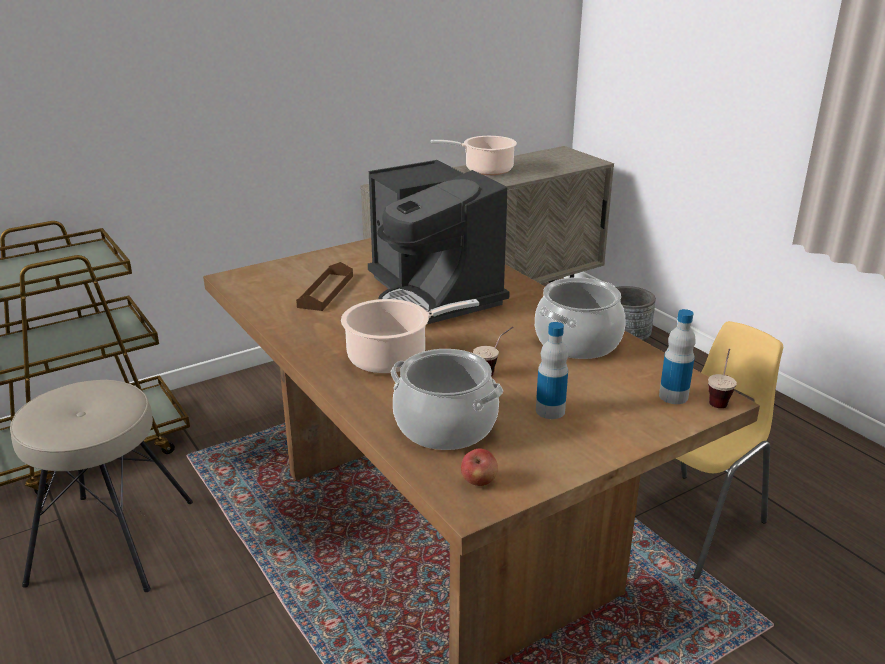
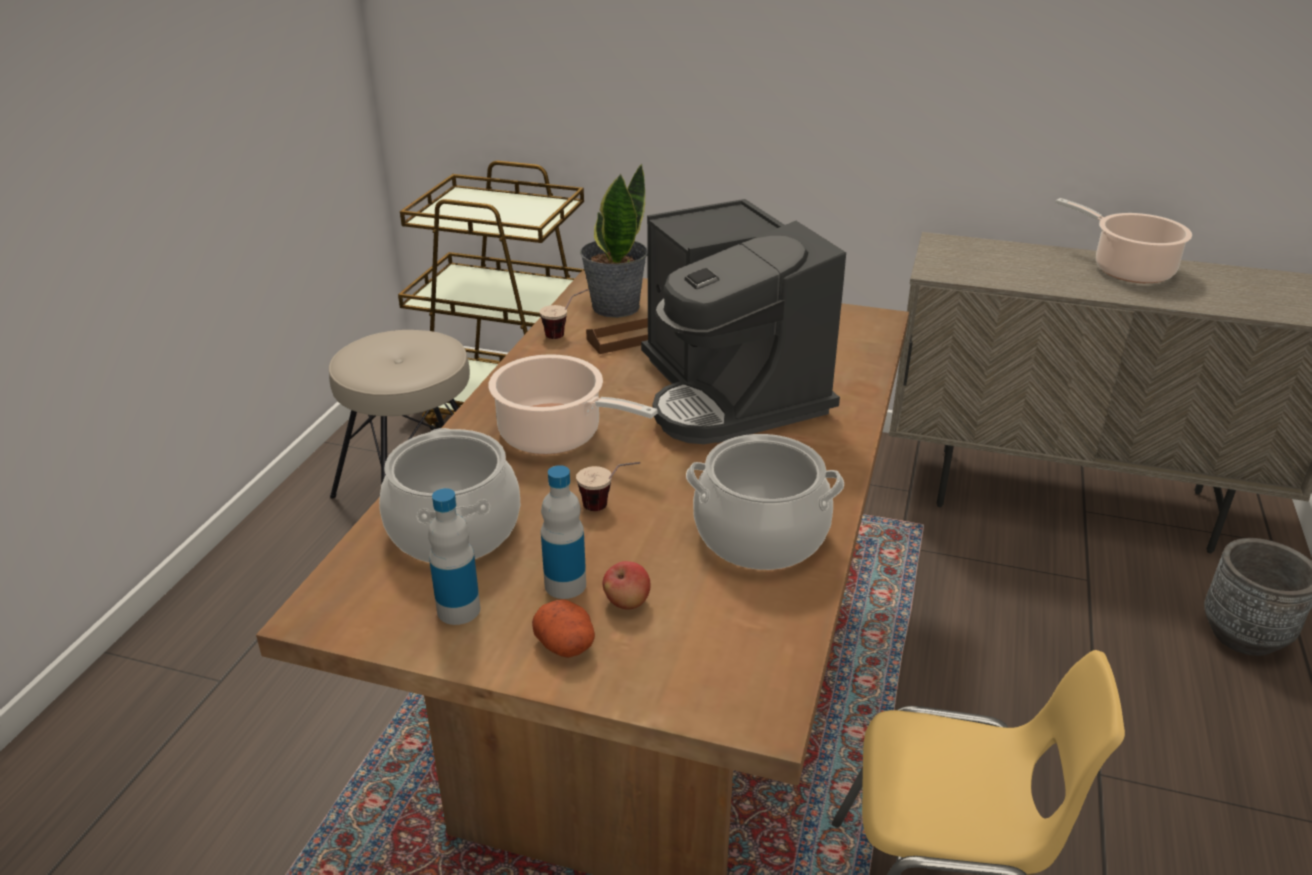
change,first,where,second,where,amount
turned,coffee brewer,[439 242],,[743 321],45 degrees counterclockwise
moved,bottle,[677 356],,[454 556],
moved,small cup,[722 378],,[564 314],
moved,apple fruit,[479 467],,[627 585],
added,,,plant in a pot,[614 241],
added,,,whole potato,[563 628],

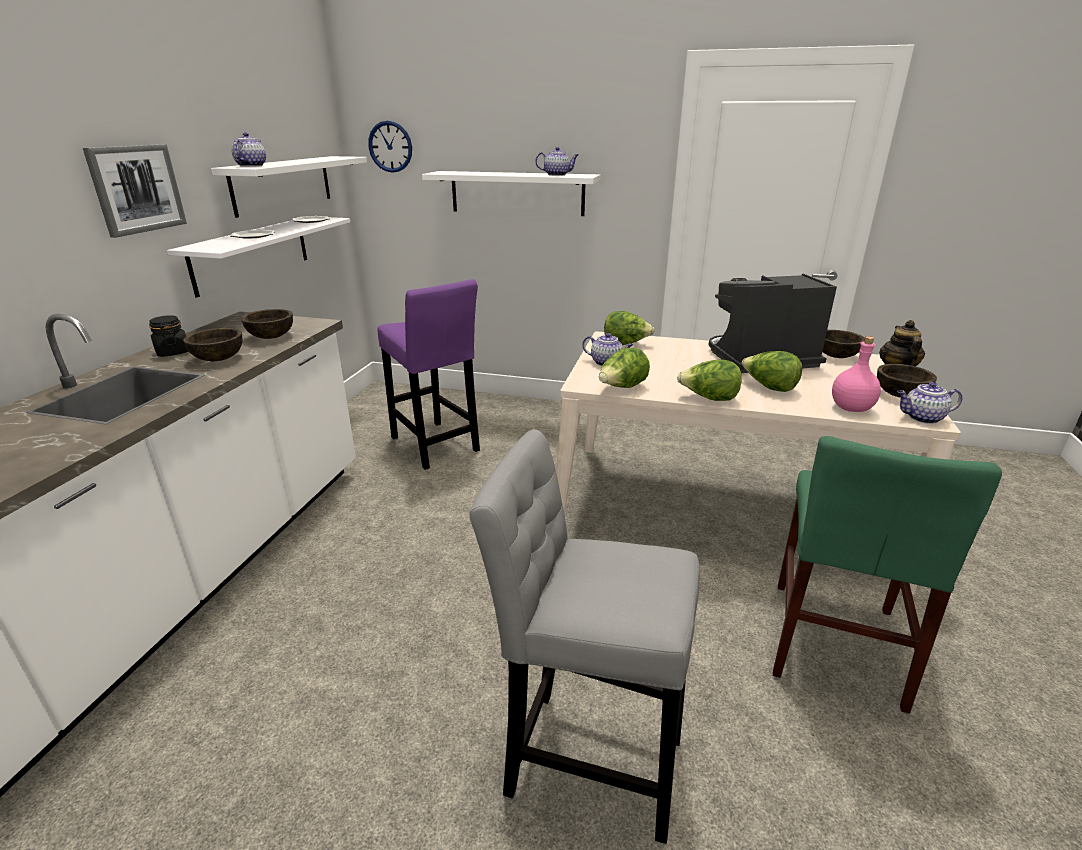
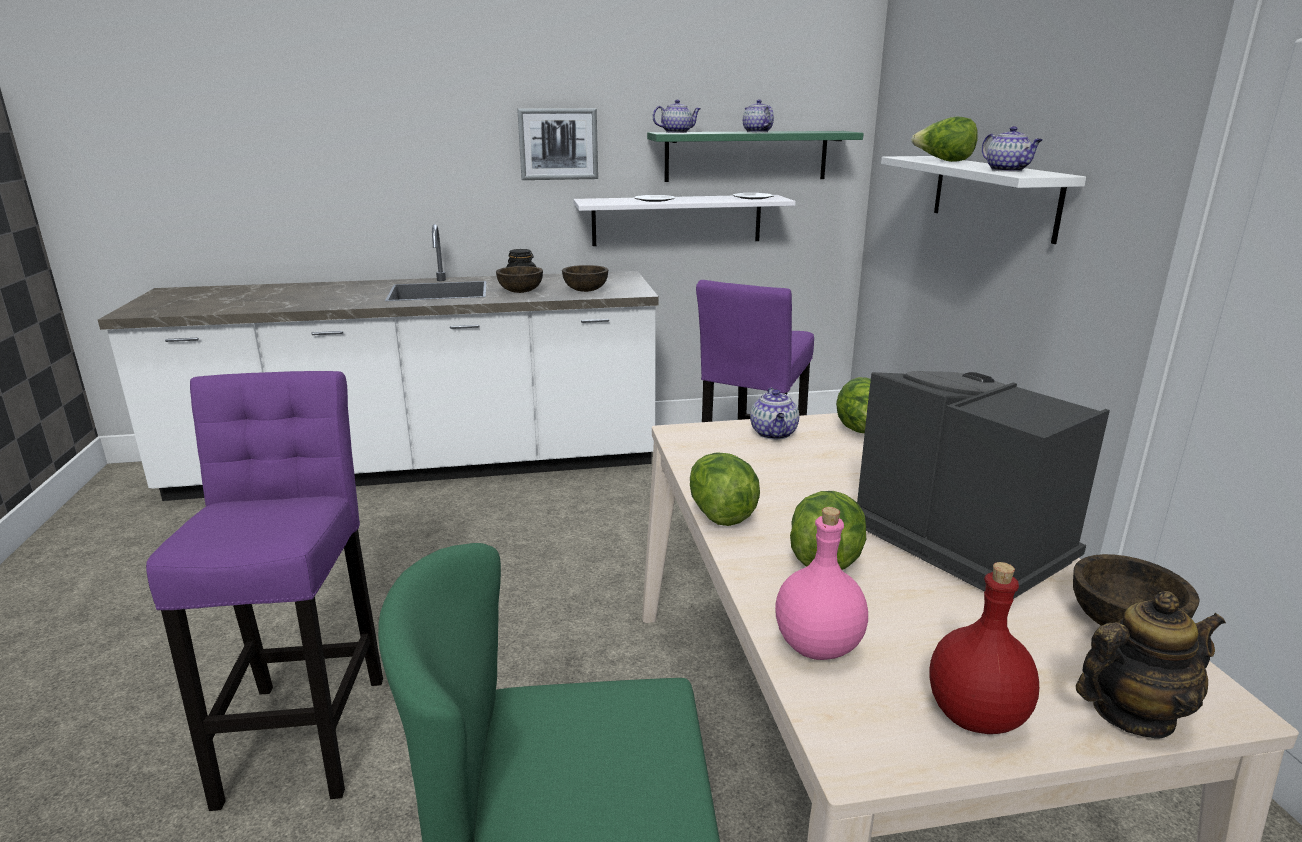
change,first,where,second,where,amount
removed,clock on the wall,[390 147],,,
recoloured,shelf in white-coloured,[289 187],shelf in greenish,[755 156],
moved,head of lettuce,[624 368],,[944 139],
replaced,deep dish in brown,[907 381],bottle in reddish,[984 648],
moved,teapot,[930 403],,[758 116],
recoloured,stool in grey,[584 636],stool in purple-coloured,[264 591],

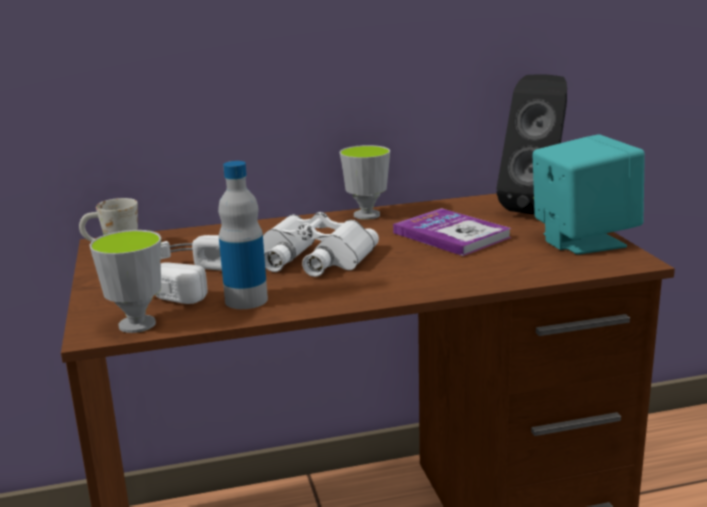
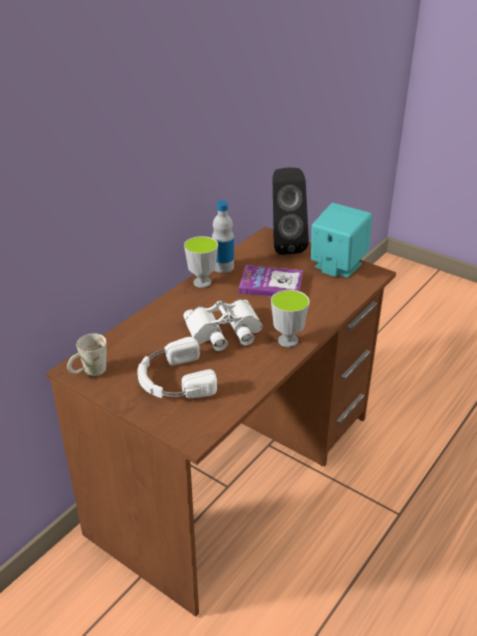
change,first,where,second,where,amount
moved,bottle,[243 235],,[223 237],
moved,small cup,[125 281],,[290 318],

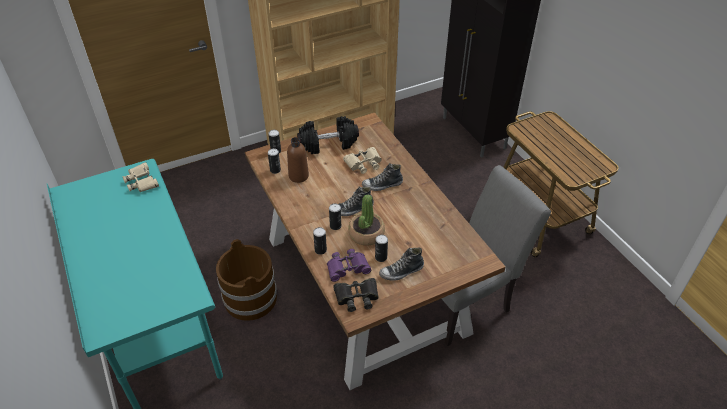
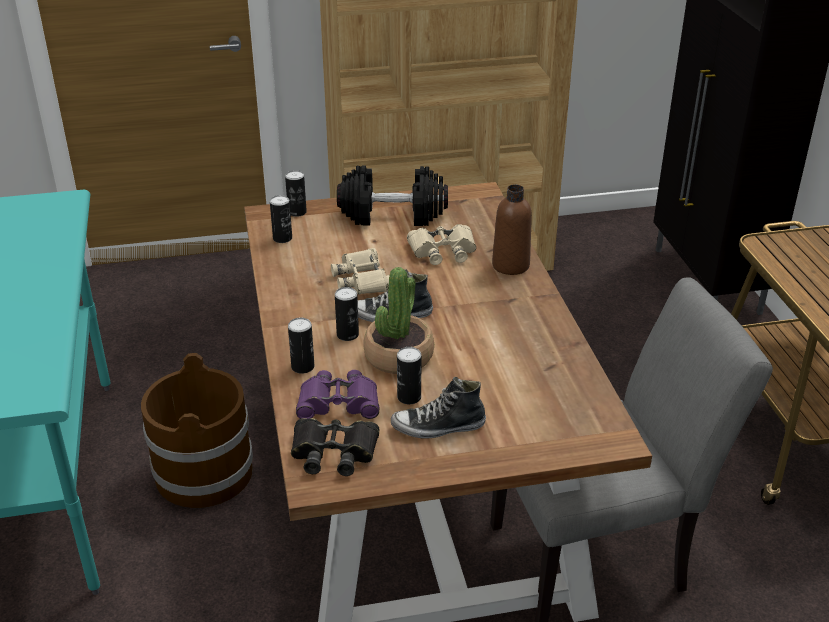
change,first,where,second,where,amount
moved,bottle in brown,[298 160],,[512 229],
moved,field glasses in sand-coloured,[140 177],,[360 271],
removed,shoe,[382 177],,,

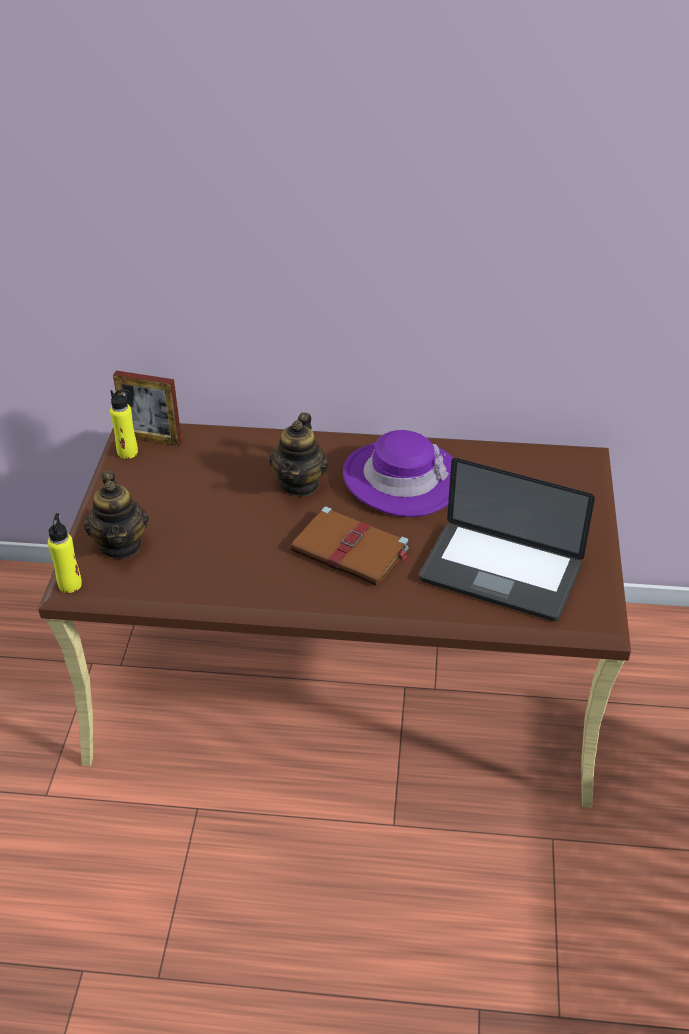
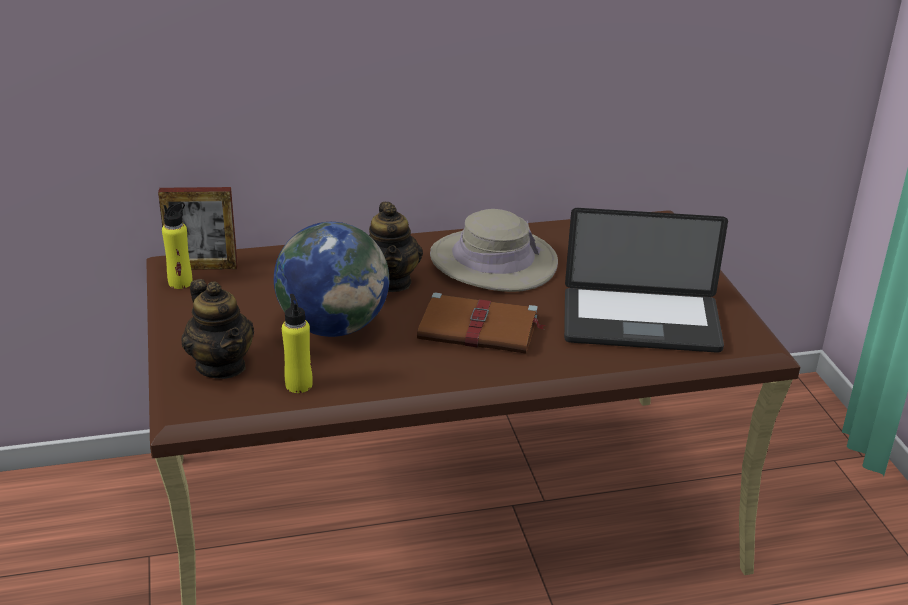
change,first,where,second,where,amount
recoloured,wearable hat in purple-coloured,[398 473],wearable hat in sand-coloured,[494 250],
moved,bottle in yellow,[65 553],,[297 343],
added,,,globe,[331 279],

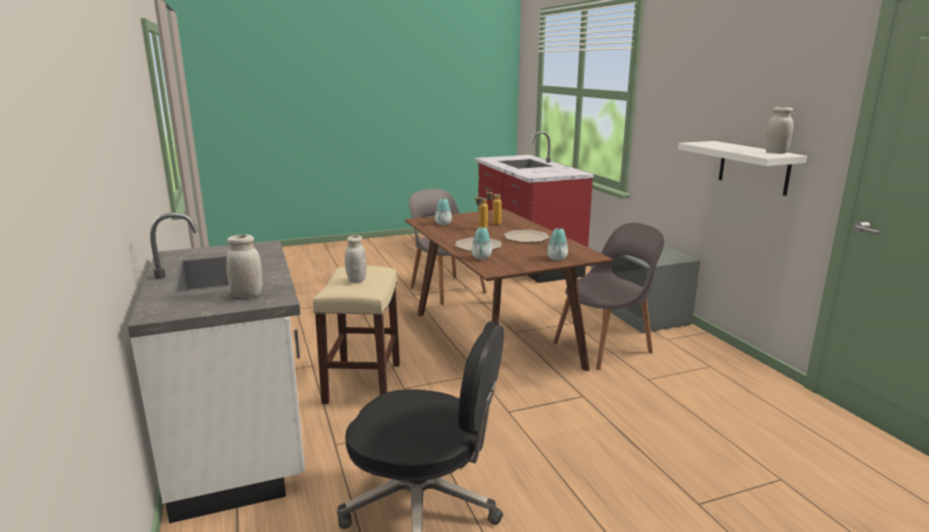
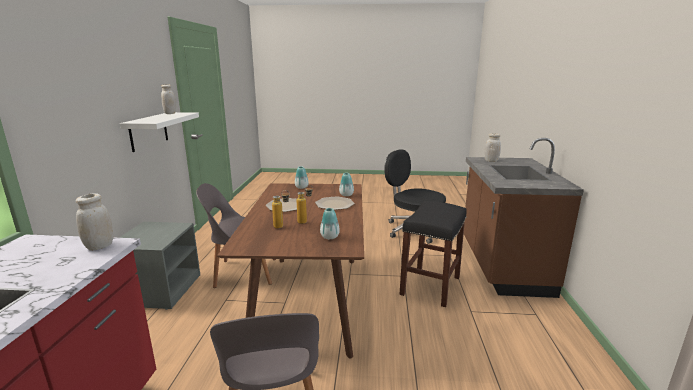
change,first,where,second,where,amount
recoloured,kitchen base unit in white-coloured,[216 368],kitchen base unit in brown,[524 218],
moved,storage jar in white-coloured,[356 259],,[94 222],
recoloured,stool in sand-coloured,[356 335],stool in blackish,[433 254],

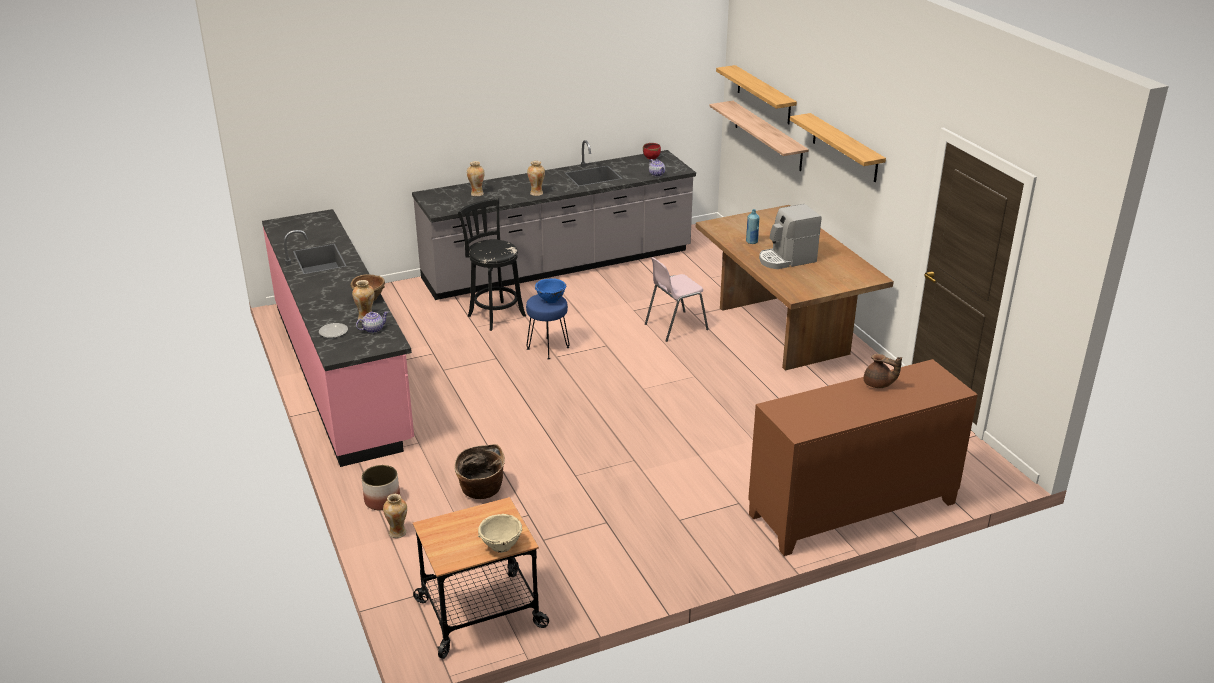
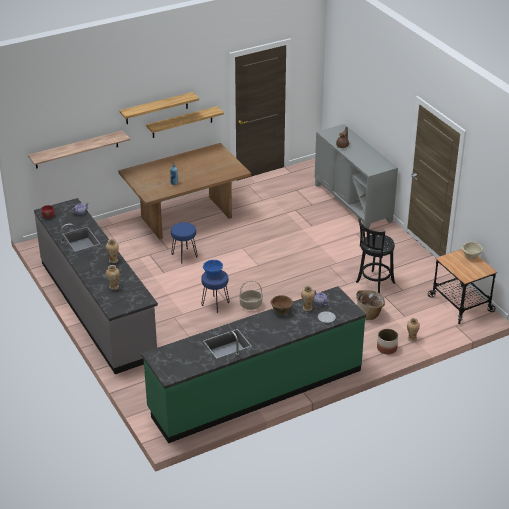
change,first,where,second,where,amount
moved,shelf,[756 94],,[185 122],
moved,stool in blackish,[492 264],,[375 255],
removed,coffee brewer,[790 236],,,
recoloured,kitchen base unit in pink-coloured,[338 338],kitchen base unit in greenish,[253 364],
replaced,upright chair in pink-coloured,[677 299],stool in bluish,[184 242],
recoloured,cabinet in brown,[863 457],cabinet in grey,[356 176],
added,,,storage basket,[251 295],

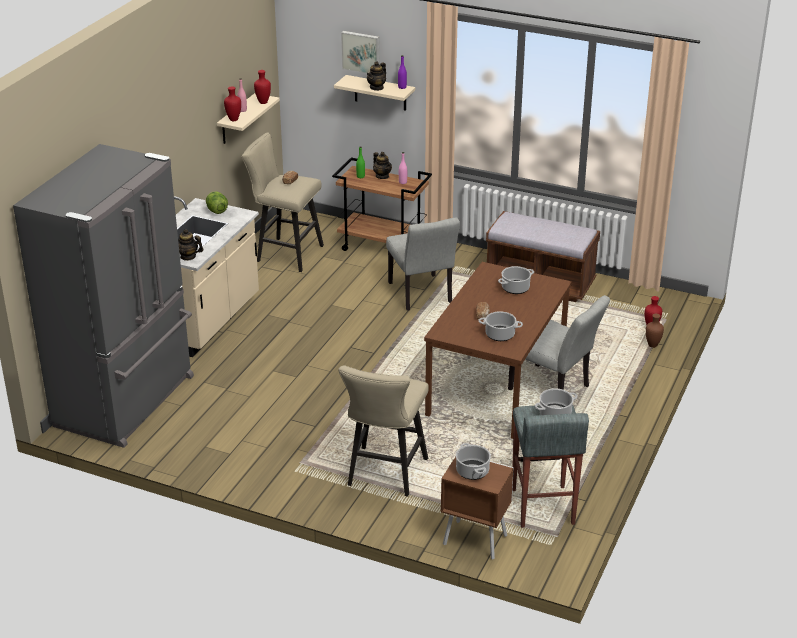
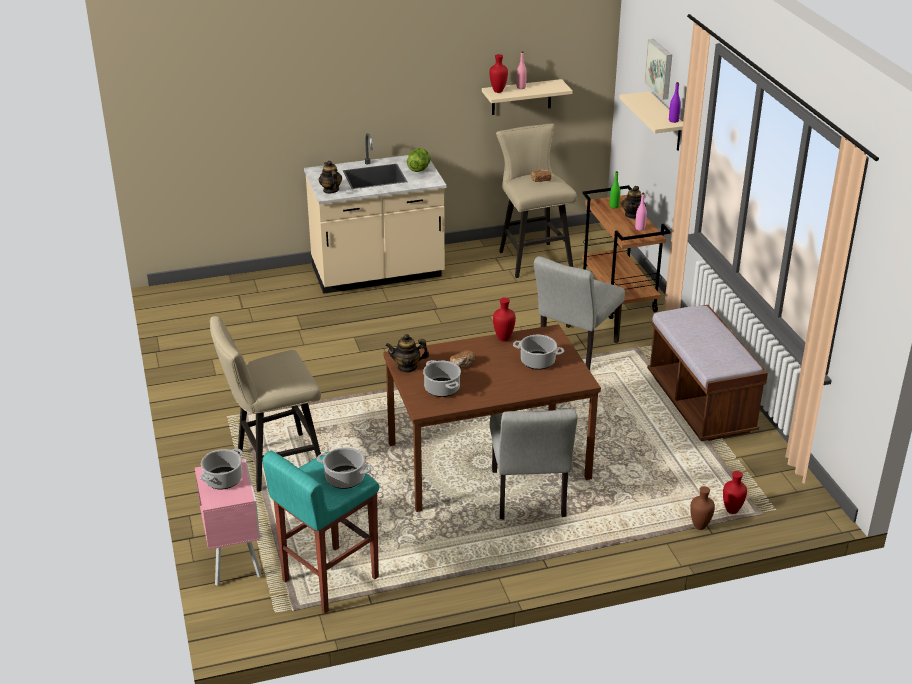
change,first,where,second,where,amount
moved,teapot,[376 76],,[407 353],
moved,flower vase in reddish,[262 87],,[504 320],
removed,refrigerator in grey,[103 296],,,
recoloured,stool in grey,[550 466],stool in blue-green,[321 532],
recoloured,night table in brown,[477 508],night table in pink-coloured,[228 522],

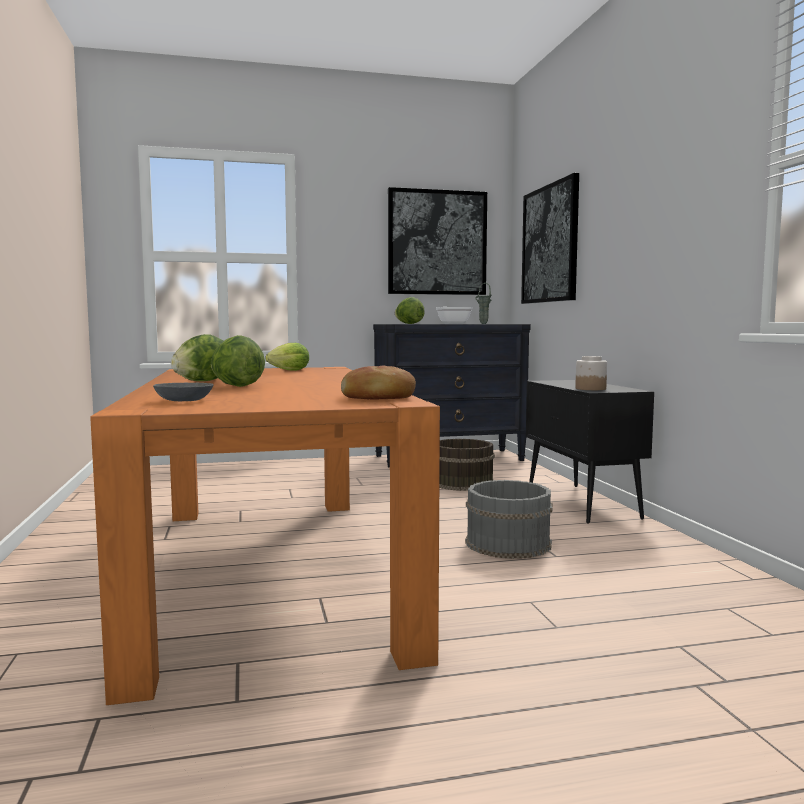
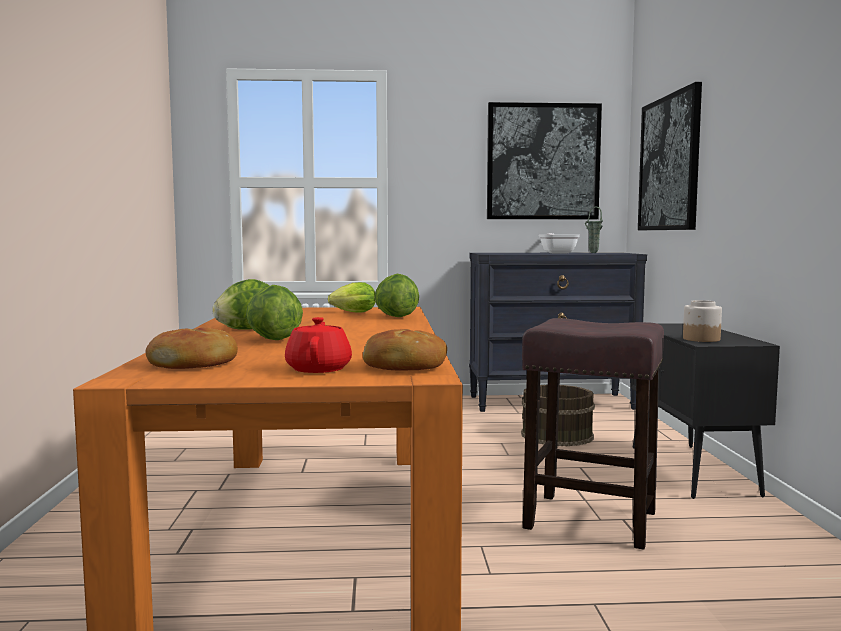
change,first,where,second,where,amount
moved,head of lettuce,[410 310],,[397 295],
replaced,deep dish in grey,[183 392],bakery bread,[191 348],
replaced,water bucket in grey,[509 519],stool in brown,[593 434],
added,,,teapot in reddish,[318 345],

